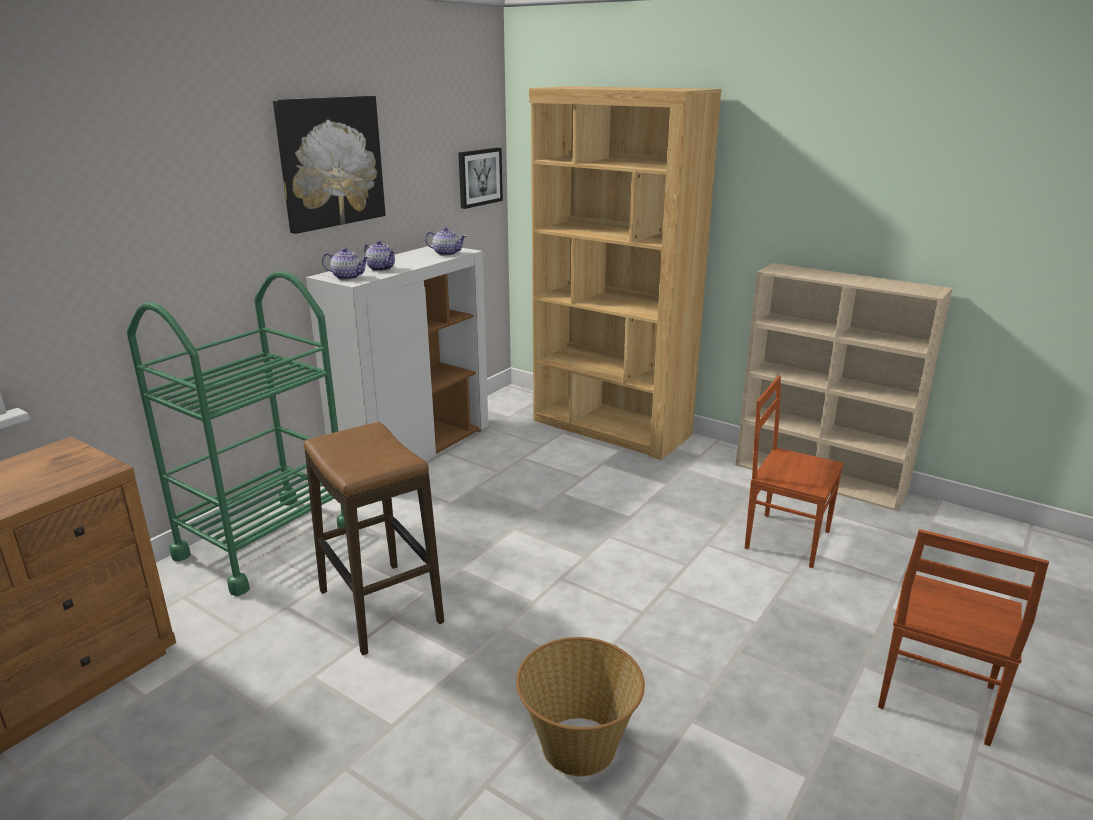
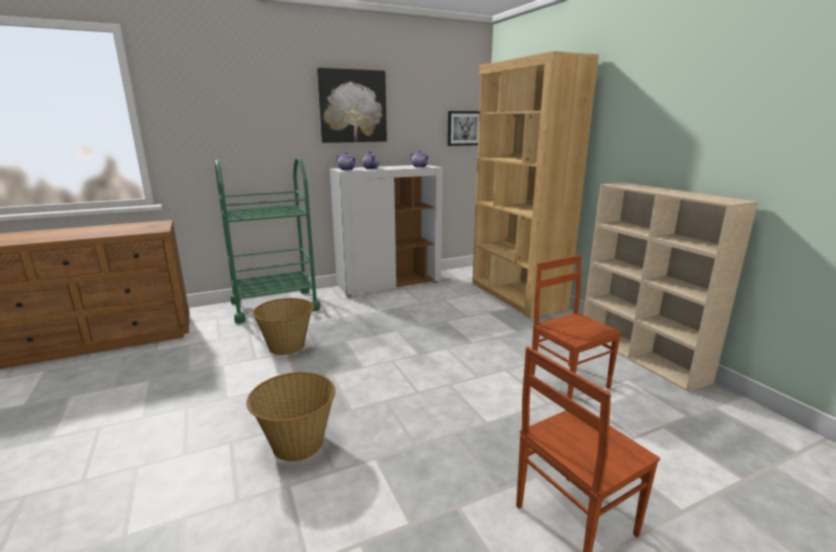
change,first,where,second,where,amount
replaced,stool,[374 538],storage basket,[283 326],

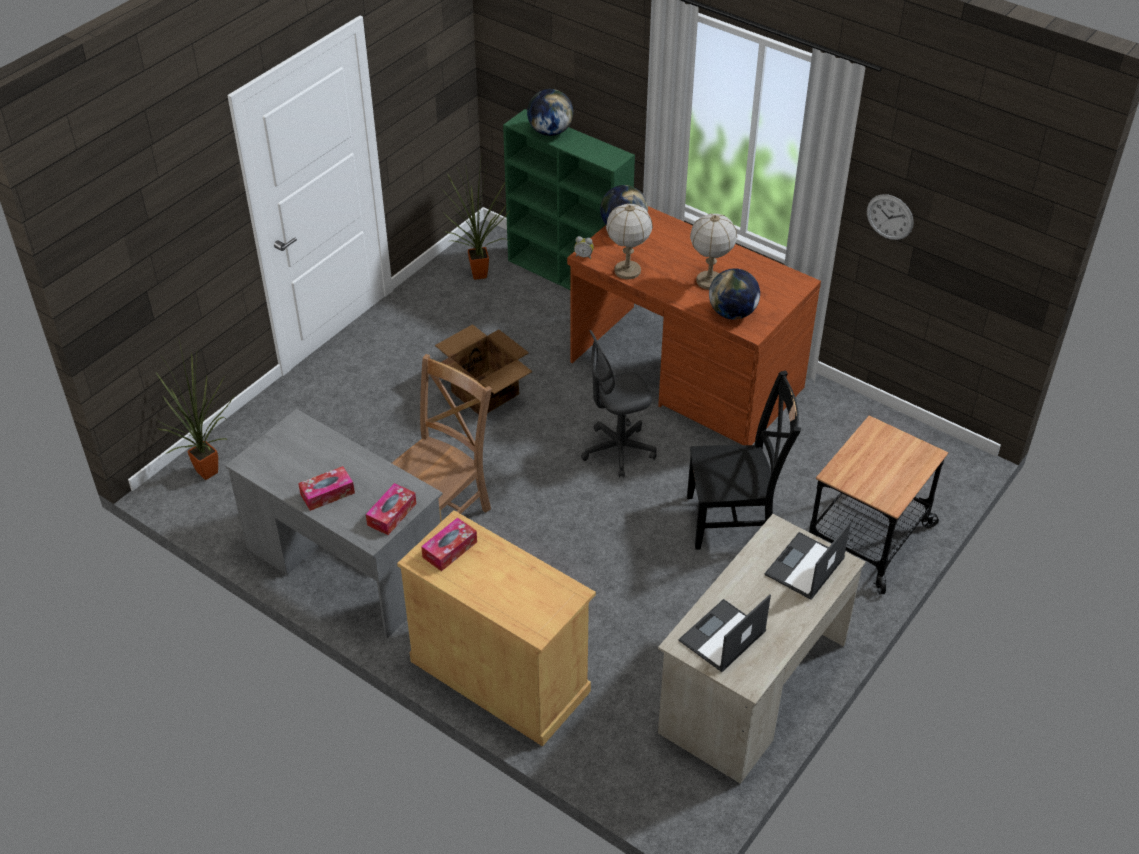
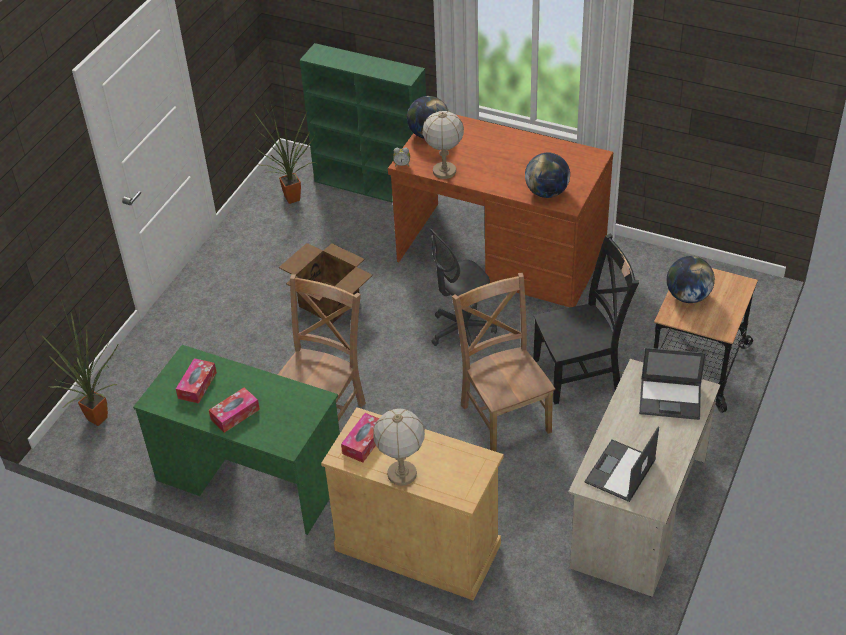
change,first,where,second,where,amount
moved,globe,[550 112],,[691 279],
removed,clock on the wall,[890 217],,,
moved,table lamp,[713 252],,[399 447],
recoloured,desk unit in grey,[334 523],desk unit in greenish,[236 440],
moved,tissue box,[391 509],,[196 381],
turned,portable computer,[808 560],,[672 384],105 degrees counterclockwise
added,,,upright chair in brown,[503 362],

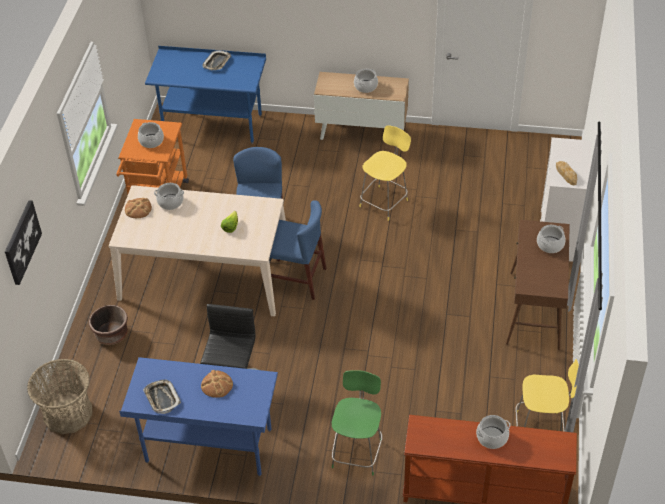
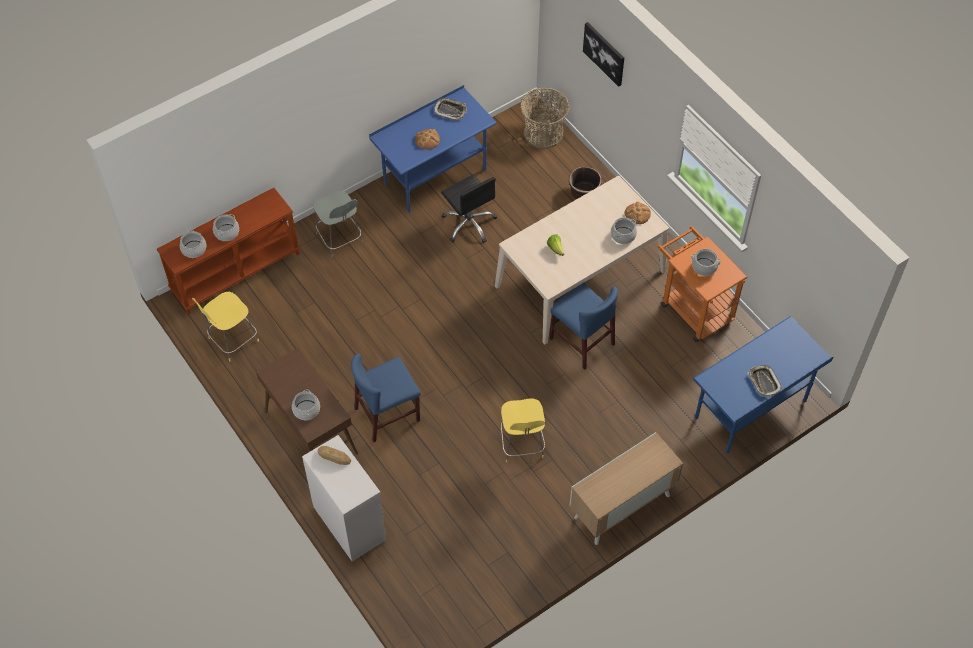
change,first,where,second,where,amount
moved,stockpot,[366 81],,[193 244],
moved,upright chair in bluish,[297 250],,[386 398],
recoloured,stool in greenish,[357 422],stool in grey,[338 224],

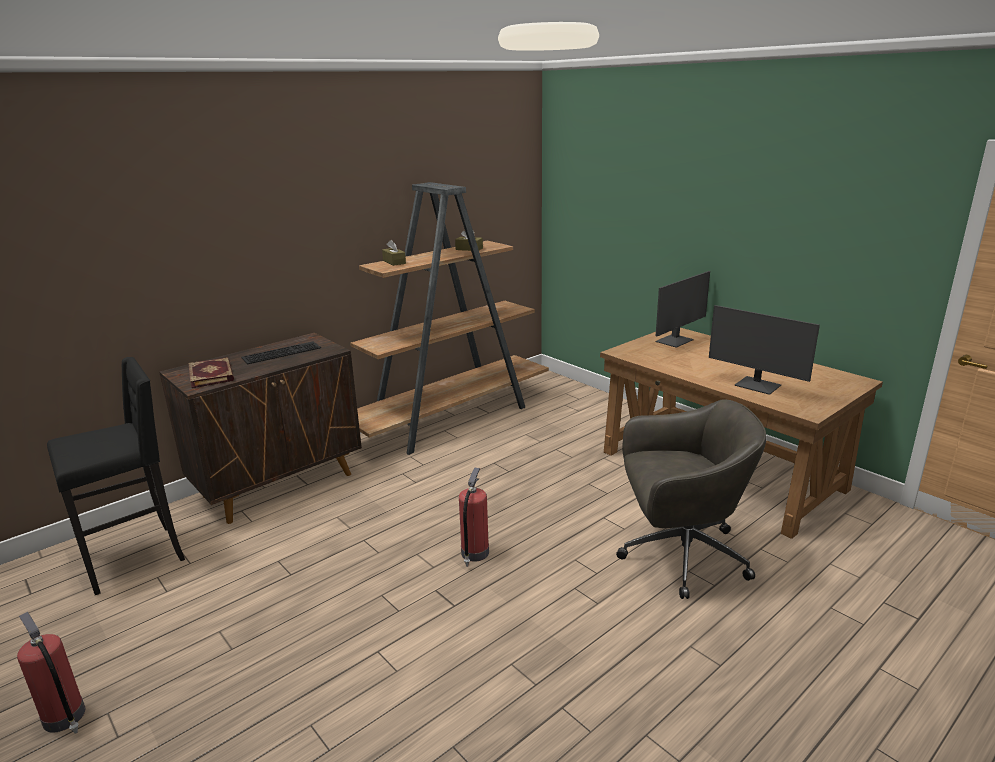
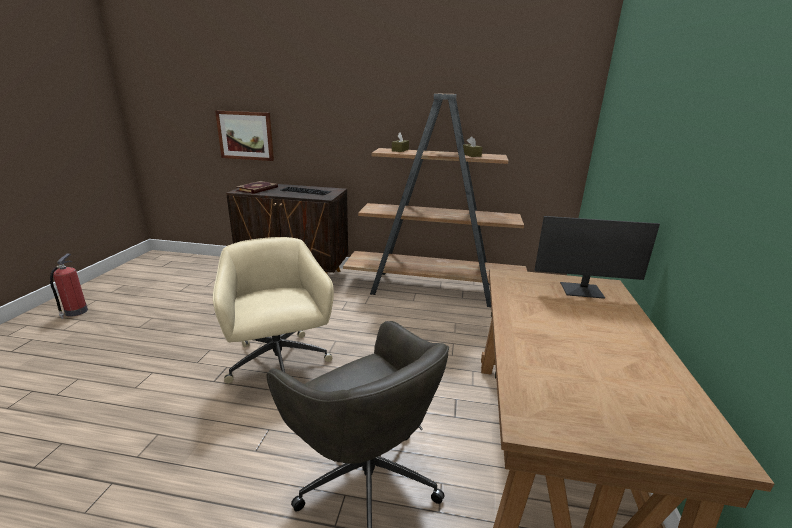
change,first,where,second,where,amount
removed,computer display,[764 350],,,
removed,stool in blackish,[116 476],,,
replaced,fire extinguisher,[474 517],computer chair in sand-coloured,[273 310],
added,,,wall picture,[244 136],

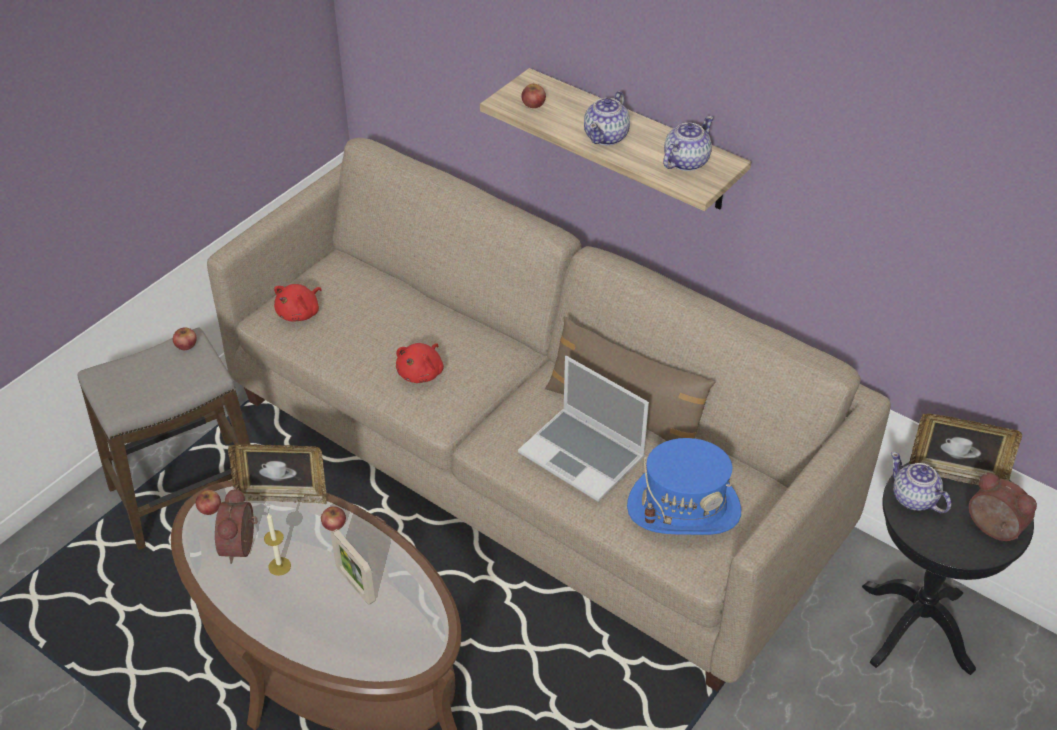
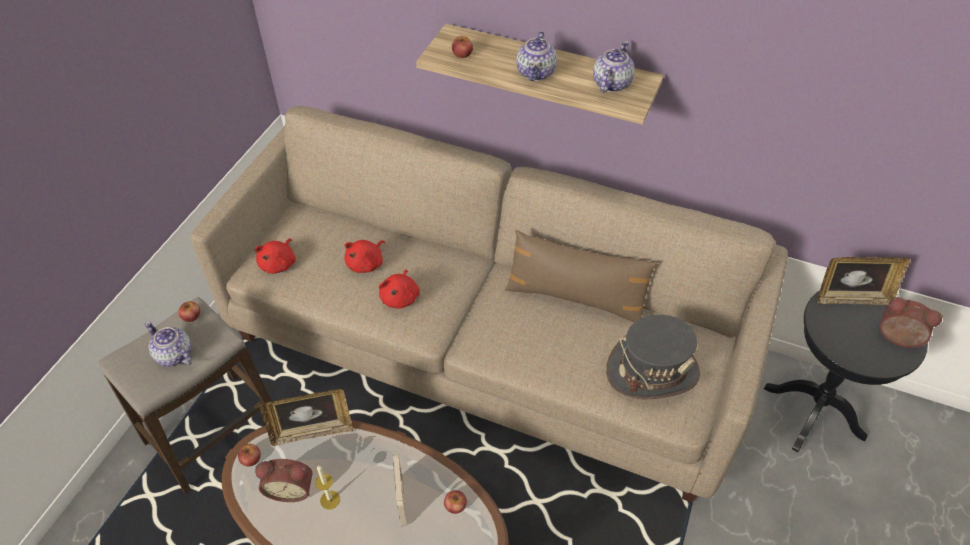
change,first,where,second,where,amount
removed,portable computer,[583 429],,,
recoloured,wearable hat in bluish,[684 486],wearable hat in grey,[653 357],
moved,teapot,[921 482],,[168 344],
turned,table clock,[236 526],,[284 480],75 degrees counterclockwise
moved,apple fruit,[333 518],,[455 502],
turned,photo frame,[353 567],,[400 490],135 degrees counterclockwise
added,,,plush toy in reddish,[364 256],

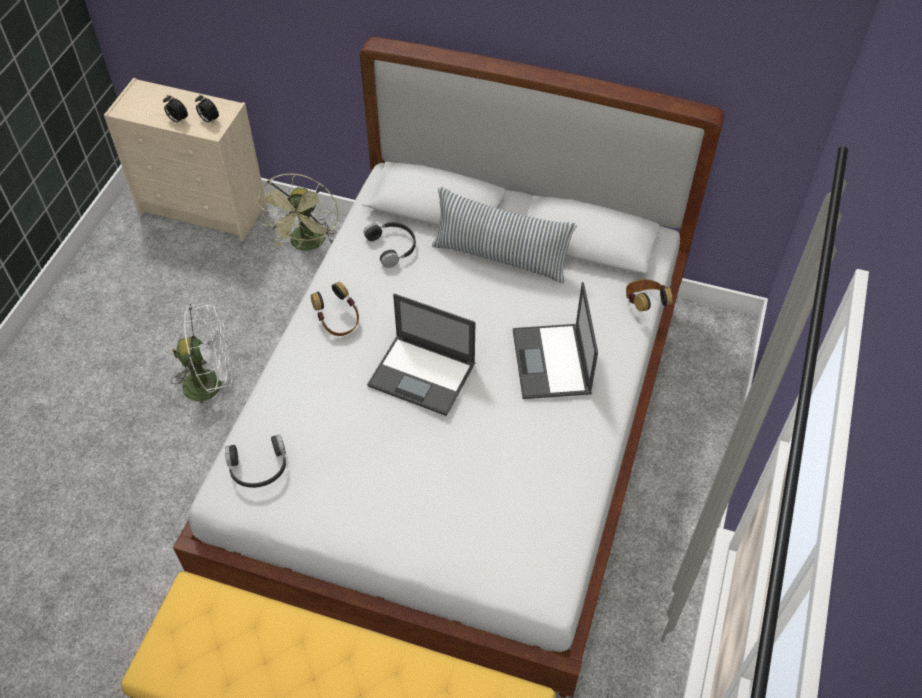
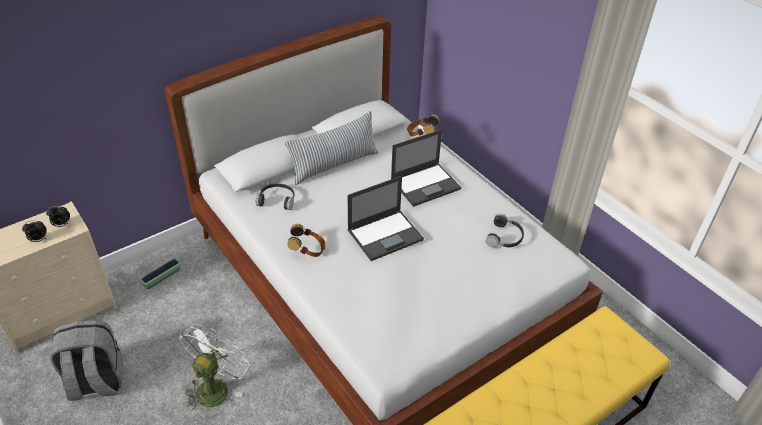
change,first,where,second,where,amount
replaced,cooling fan in greenish,[297 212],flower pot,[160 273],
turned,portable computer,[555 340],,[426 168],60 degrees counterclockwise
moved,headphones in blackish,[255 461],,[505 231],
added,,,knapsack in grey,[86 360],

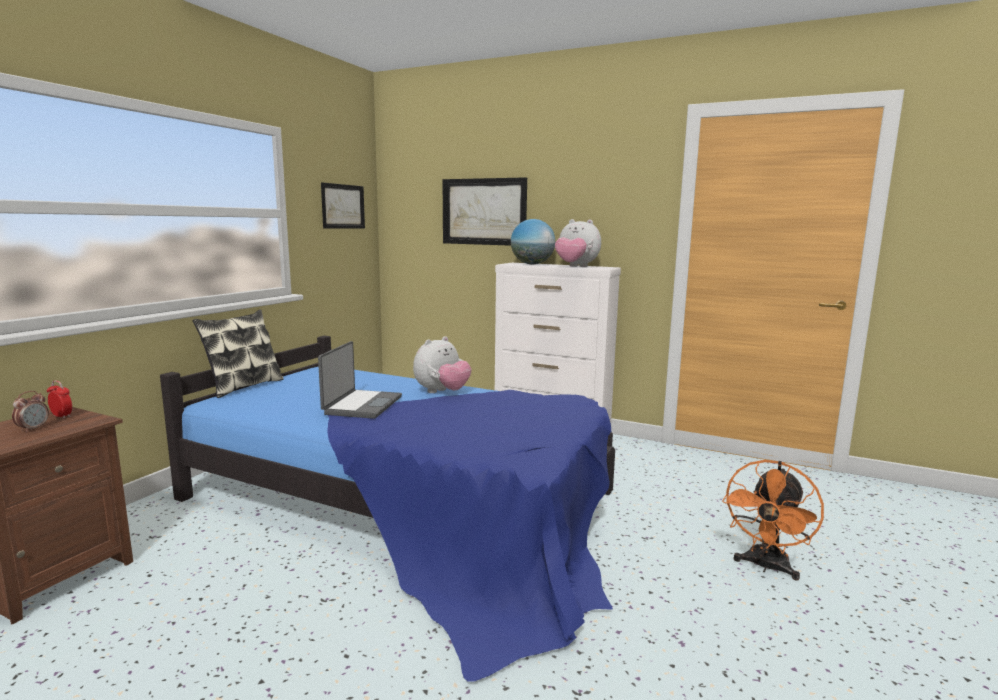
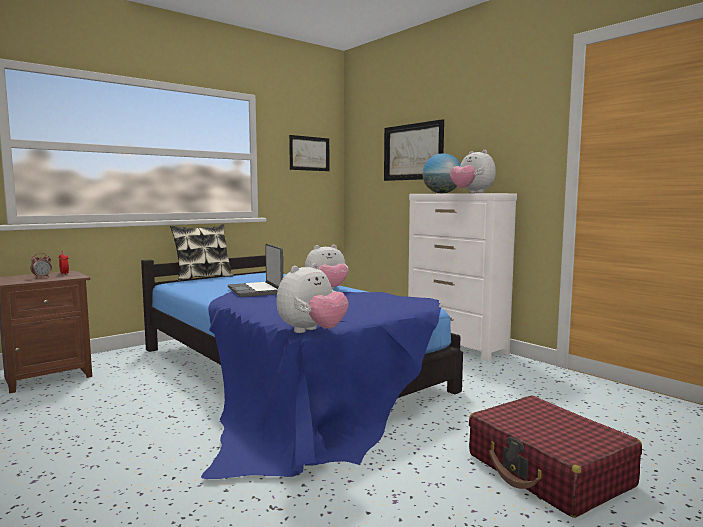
change,first,where,second,where,amount
turned,portable computer,[360 380],,[255 270],120 degrees clockwise
replaced,cooling fan in orange-coloured,[773 520],piece of luggage in reddish,[555 456],
added,,,plush toy,[312 298],

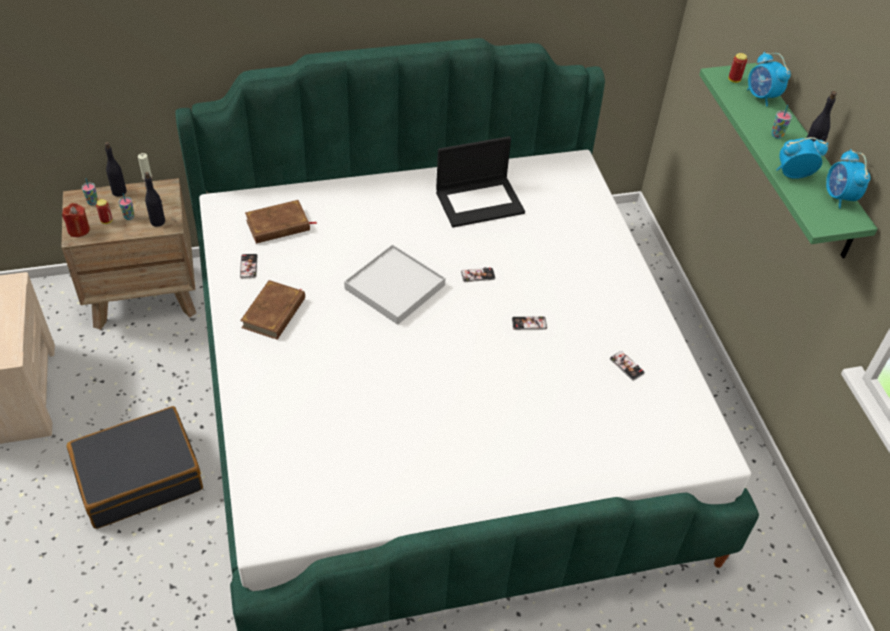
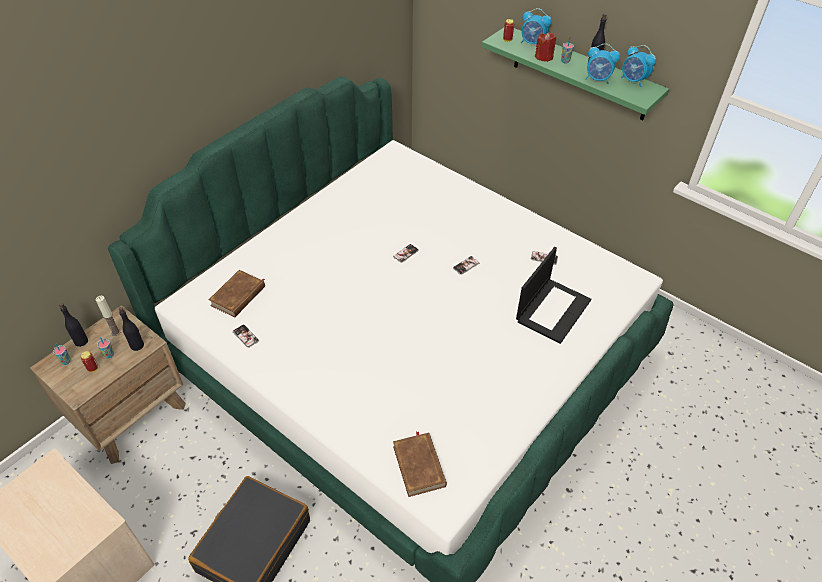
change,first,where,second,where,amount
moved,portable computer,[480 181],,[553 295],
turned,table clock,[802 158],,[602 63],120 degrees counterclockwise
moved,wax candle in reddish,[76 220],,[545 47],
removed,tray in white-coloured,[394 284],,,
moved,bound book in brown,[272 310],,[420 464],

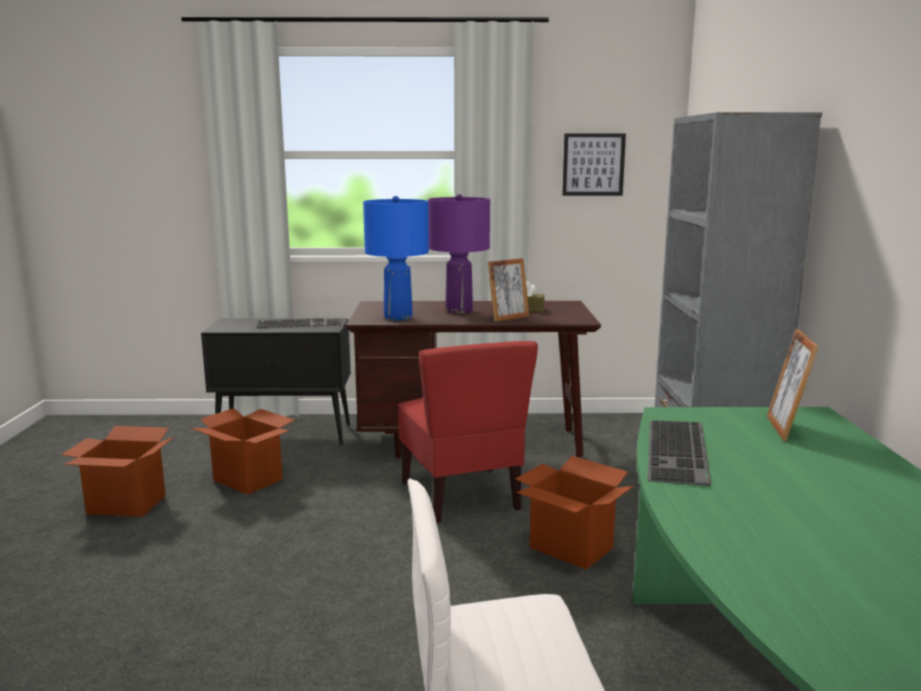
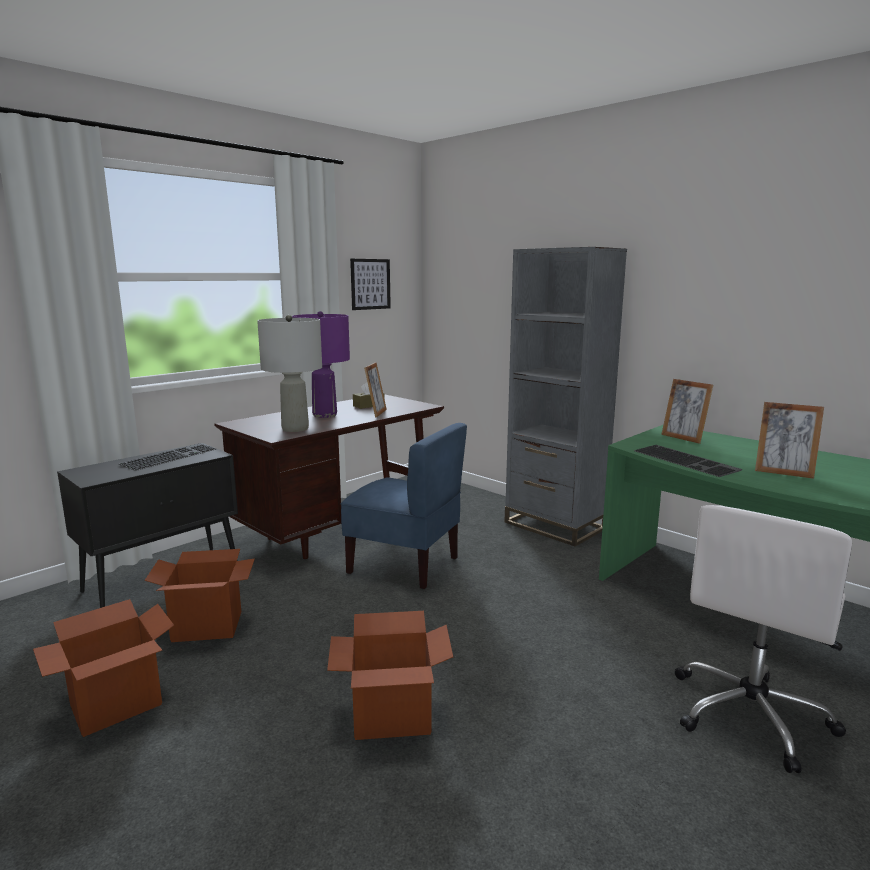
change,first,where,second,where,amount
recoloured,table lamp in bluish,[396 258],table lamp in grey,[289 373],
recoloured,upright chair in reddish,[468 432],upright chair in bluish,[404 506],
moved,carton,[574 513],,[390 675],
added,,,photo frame,[789 440],

